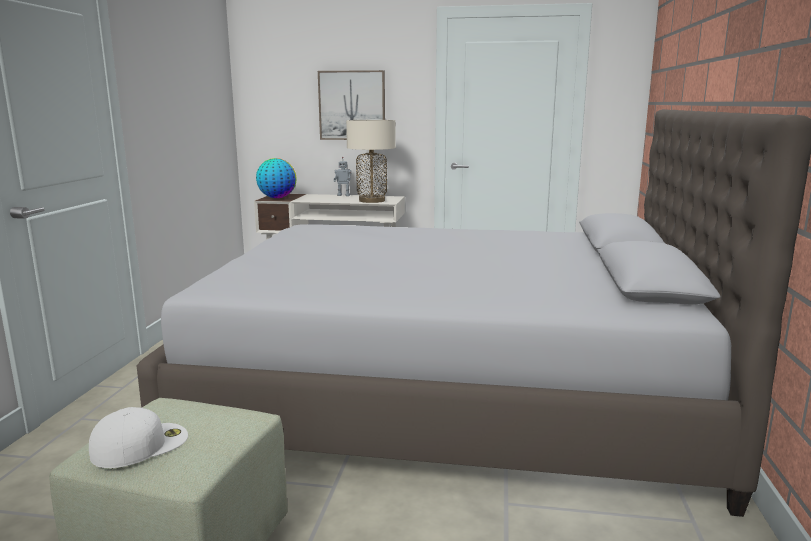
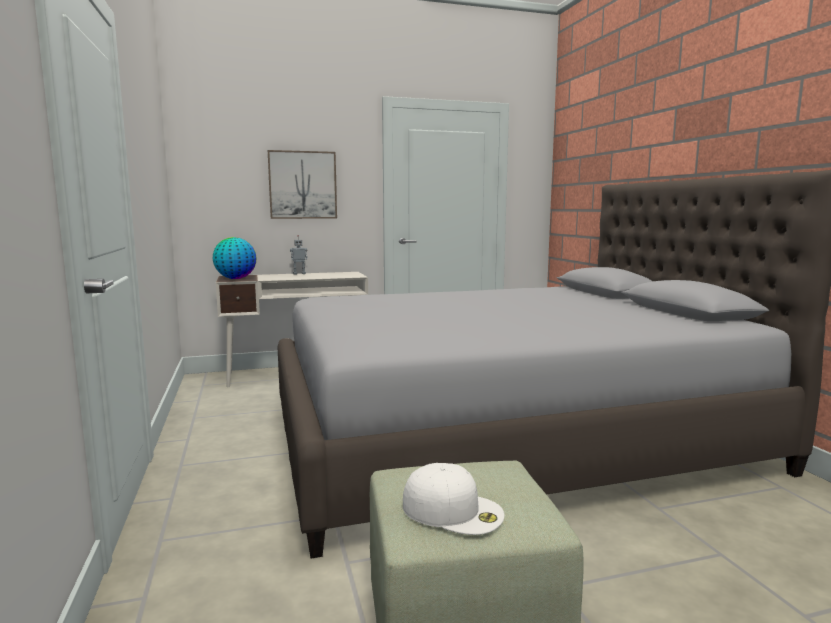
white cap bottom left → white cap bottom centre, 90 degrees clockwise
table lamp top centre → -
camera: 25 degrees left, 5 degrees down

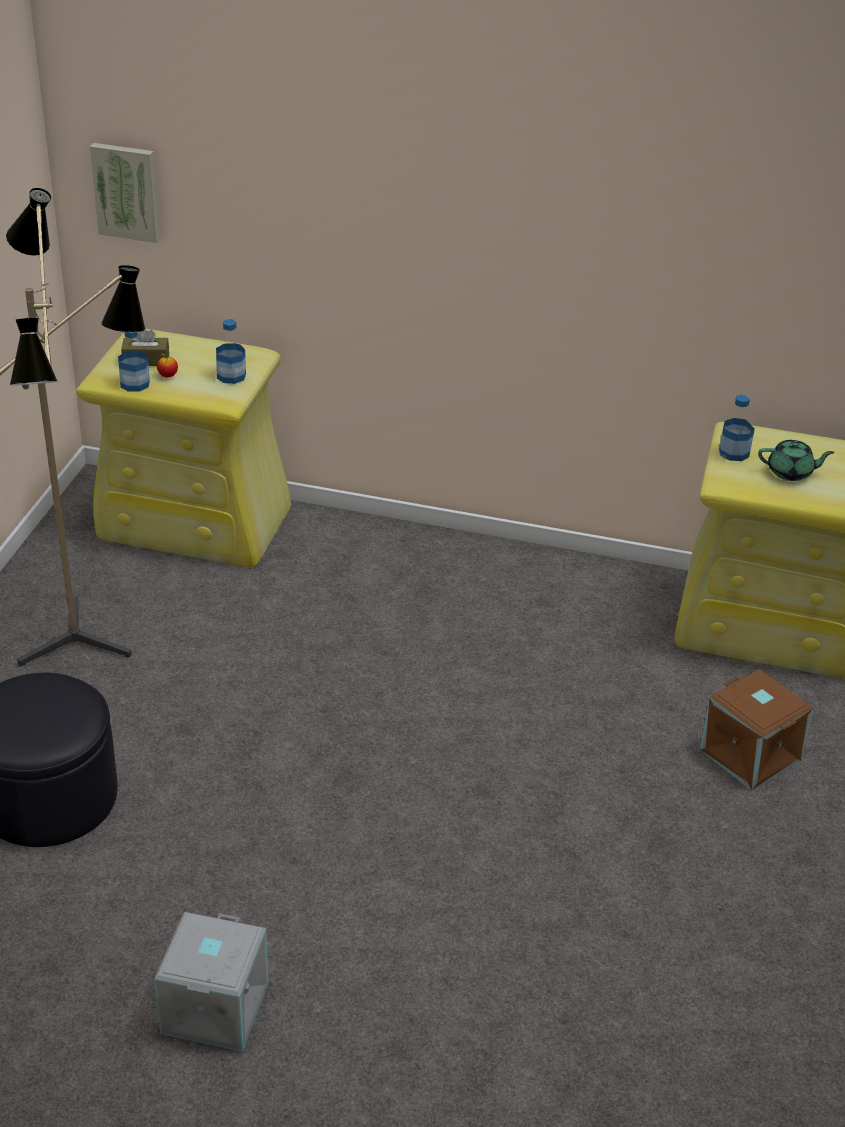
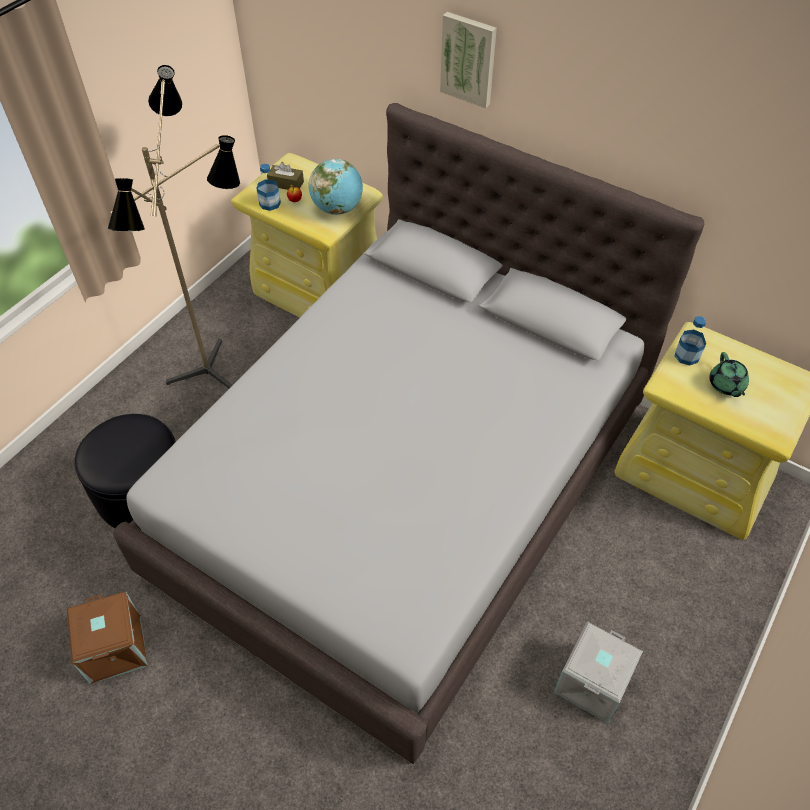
picture top left → picture top centre, relocated
grey storage box bottom left → grey storage box bottom right, relocated
bottle (no. 2 from left) top left → globe top centre
brown storage box middle right → brown storage box bottom left, relocated
green teapot middle right, 60 degrees clockwise
- → grey bed centre
camera: 20 degrees right, 15 degrees up

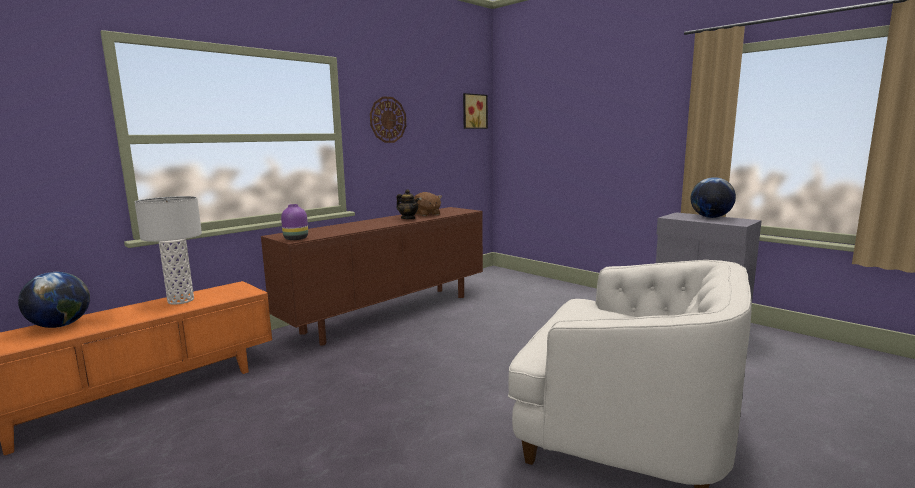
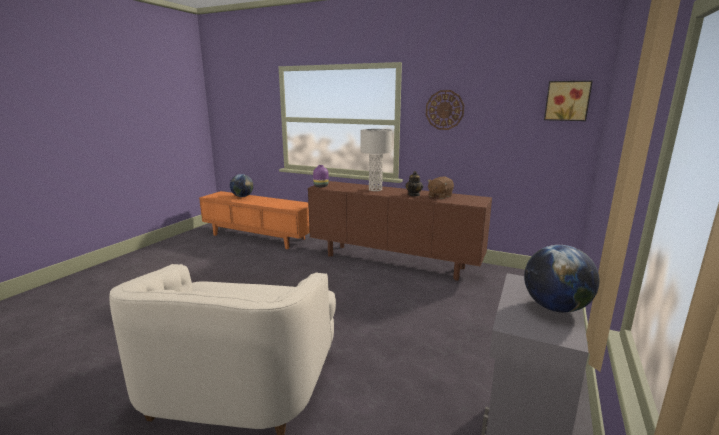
white table lamp middle left → white table lamp centre, relocated
camera: 70 degrees right, 5 degrees up

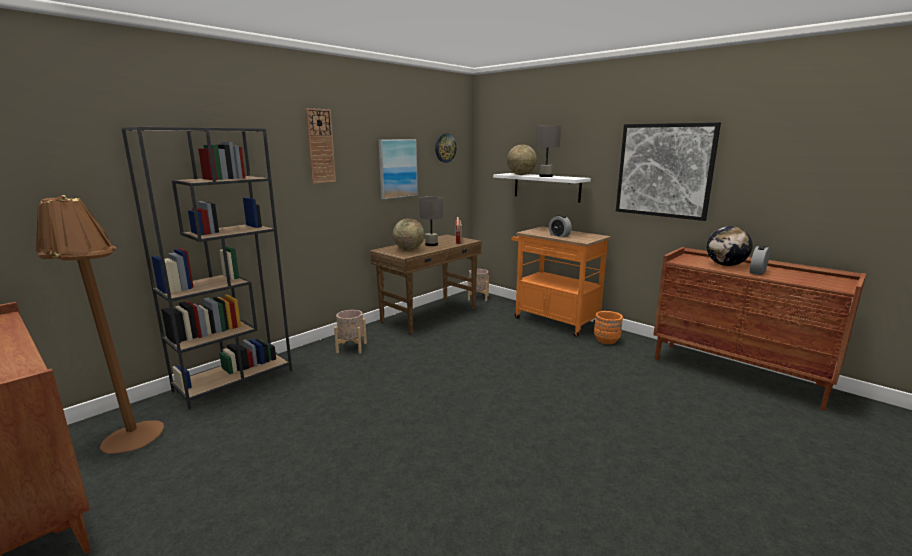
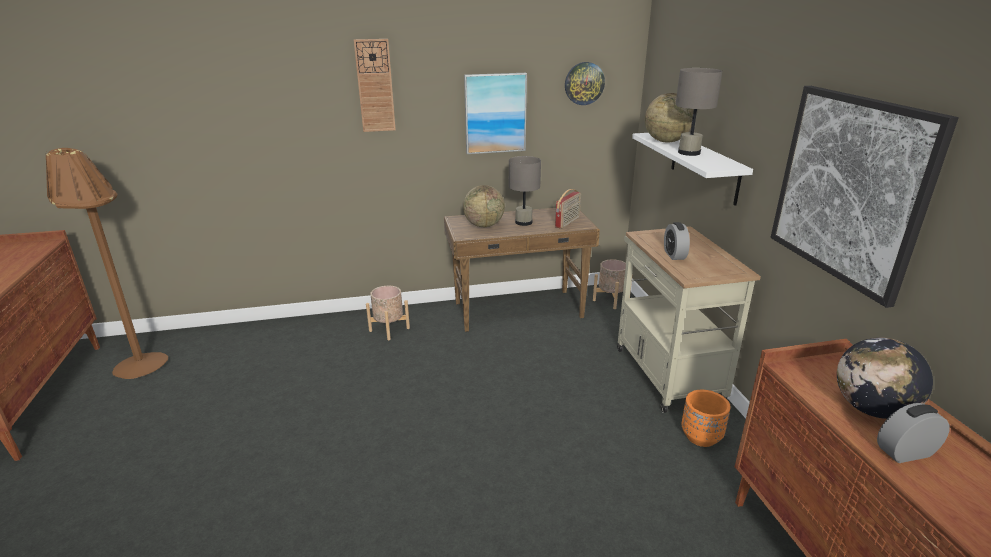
bookcase middle left → -
orange cart centre → beige cart middle right
camera: 35 degrees right, 10 degrees up

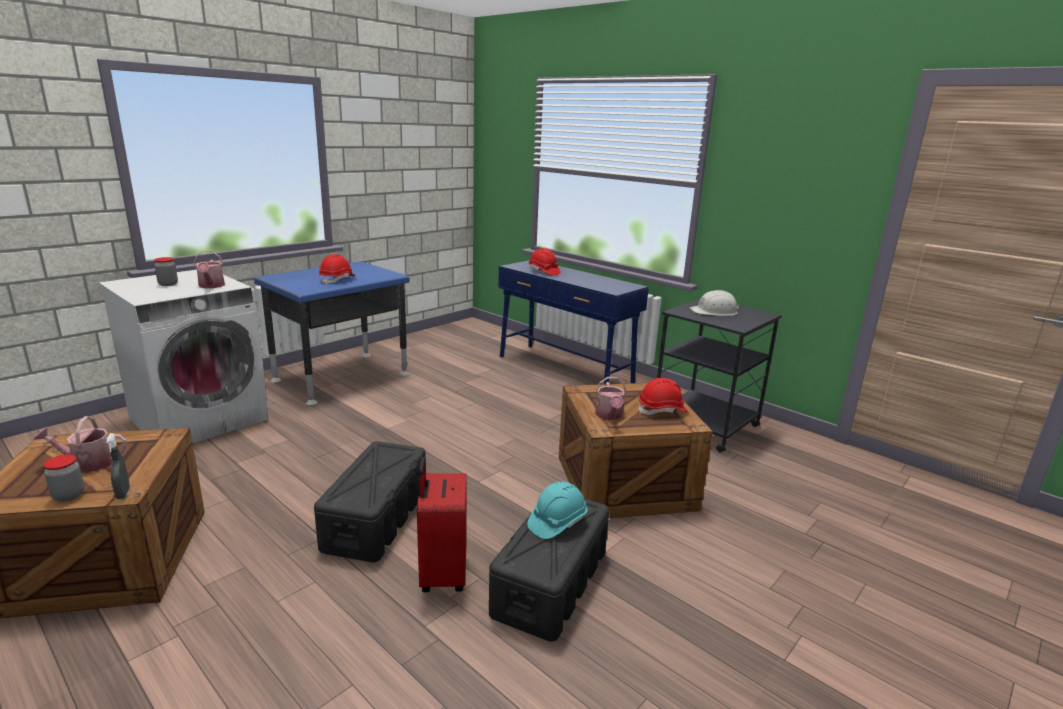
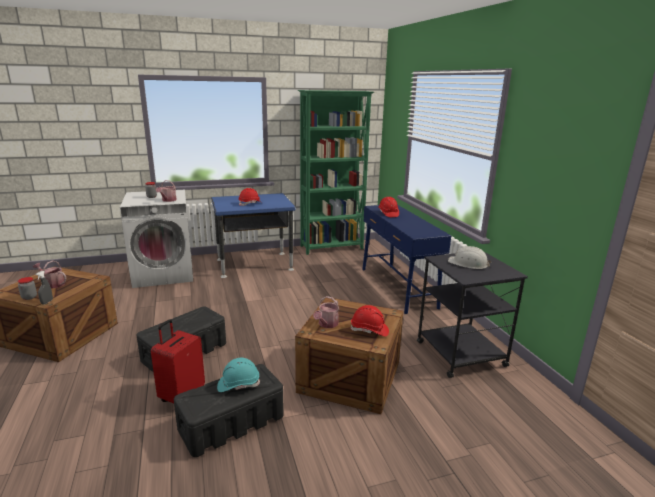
- → green bookcase centre
camera: 30 degrees right, 0 degrees up

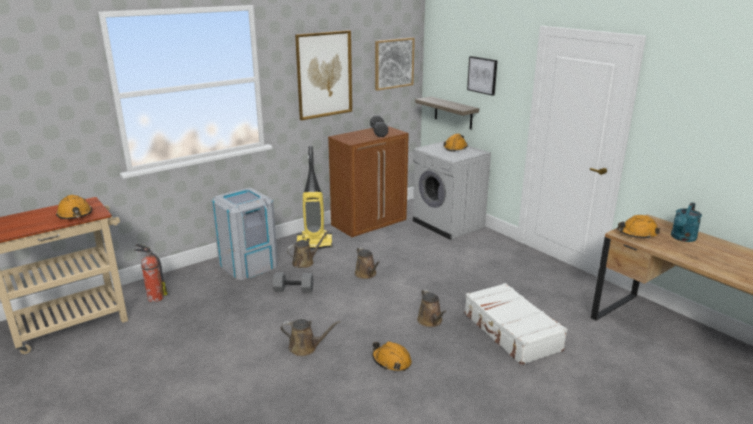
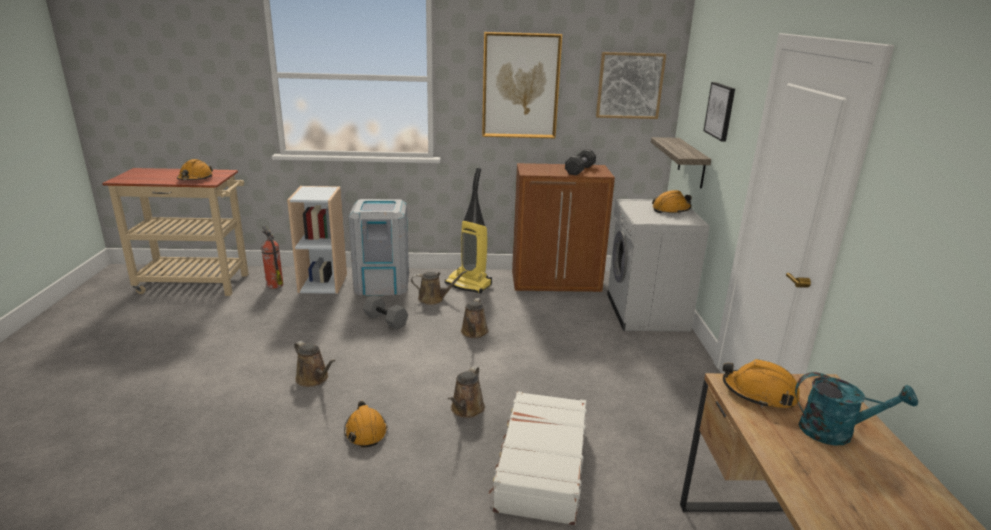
turquoise watering can middle right → turquoise watering can bottom right, 150 degrees counterclockwise
- → bookcase middle left
camera: 35 degrees right, 0 degrees up

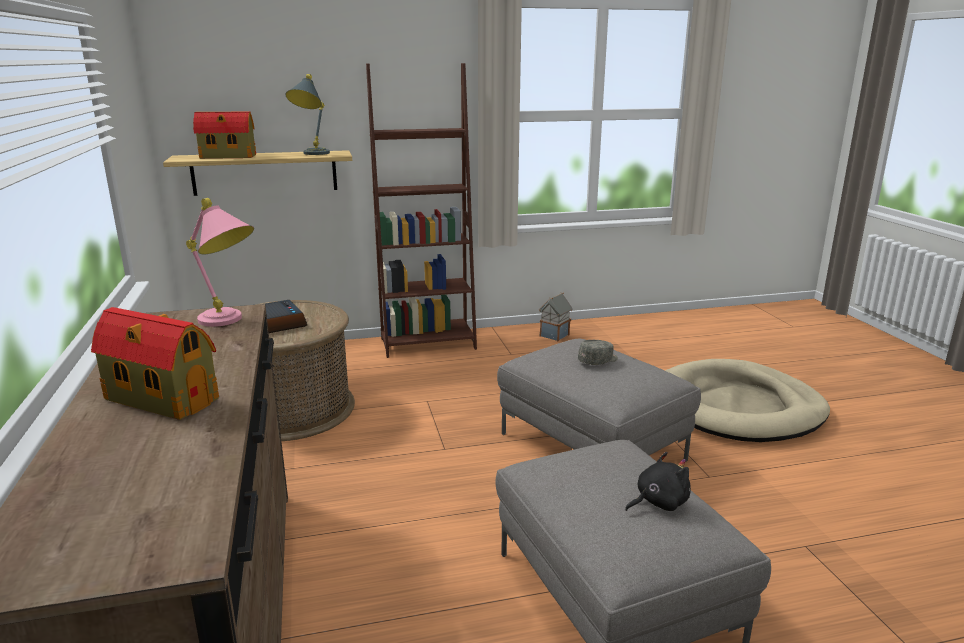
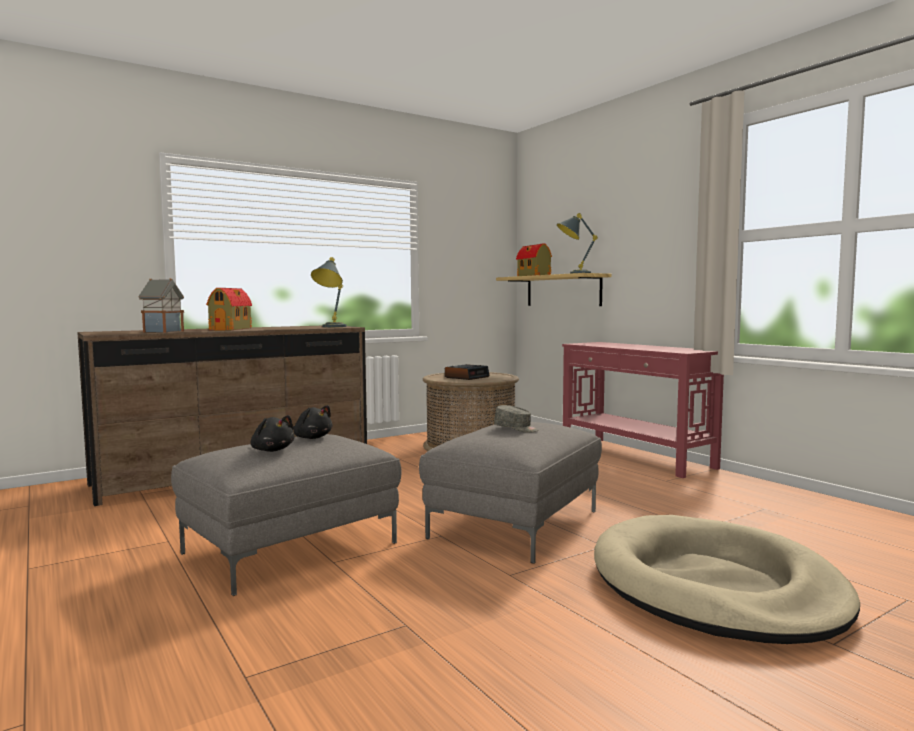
pink table lamp middle left → grey table lamp (no. 1 from left) centre
brown bookcase top centre → red console table middle right
toy house (no. 3 from left in the first image) centre → toy house (no. 1 from left) middle left, relocated
- → black plush toy (no. 2 from left) centre
camera: 70 degrees right, 15 degrees down

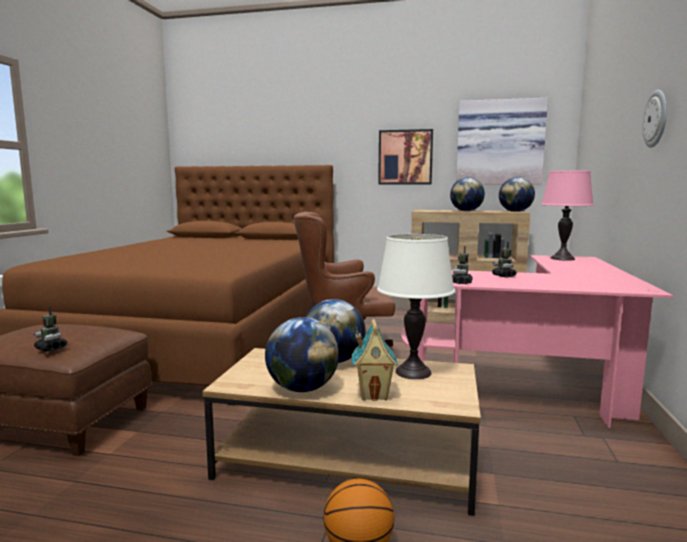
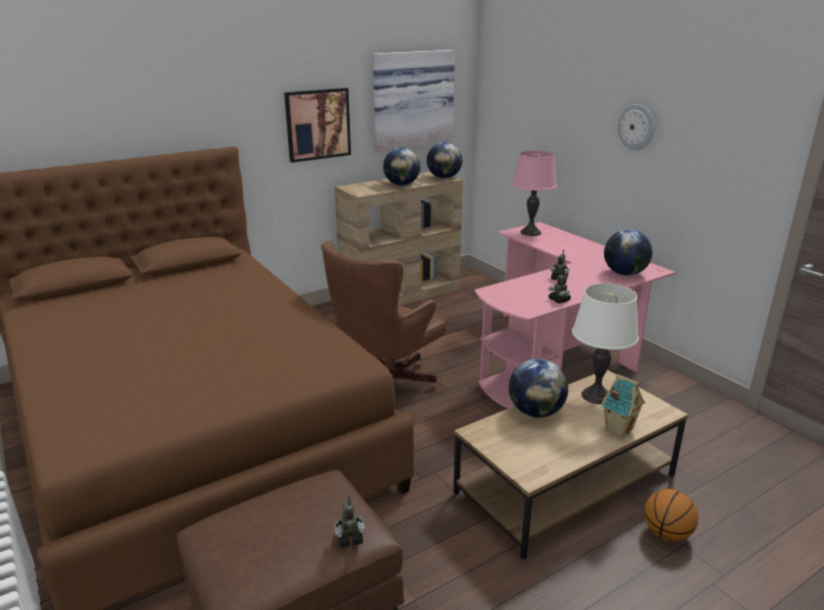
globe (no. 1 from left in the first image) centre → globe (no. 4 from left) middle right, relocated
camera: 45 degrees left, 15 degrees up

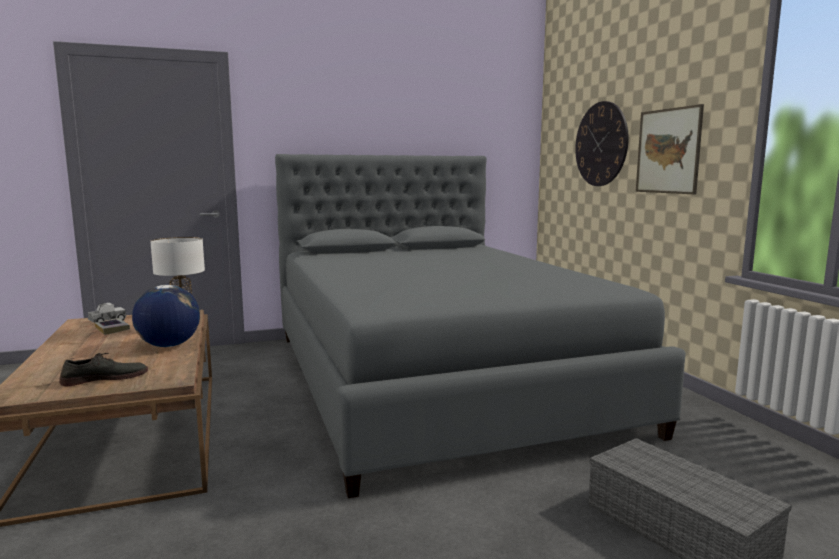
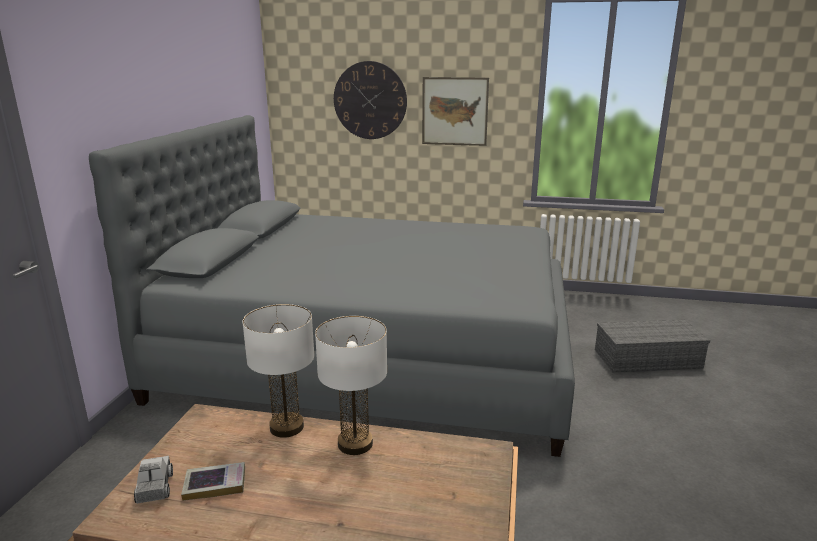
grey shoe middle left → -
globe middle left → table lamp (no. 2 from left) bottom centre
camera: 60 degrees left, 10 degrees up

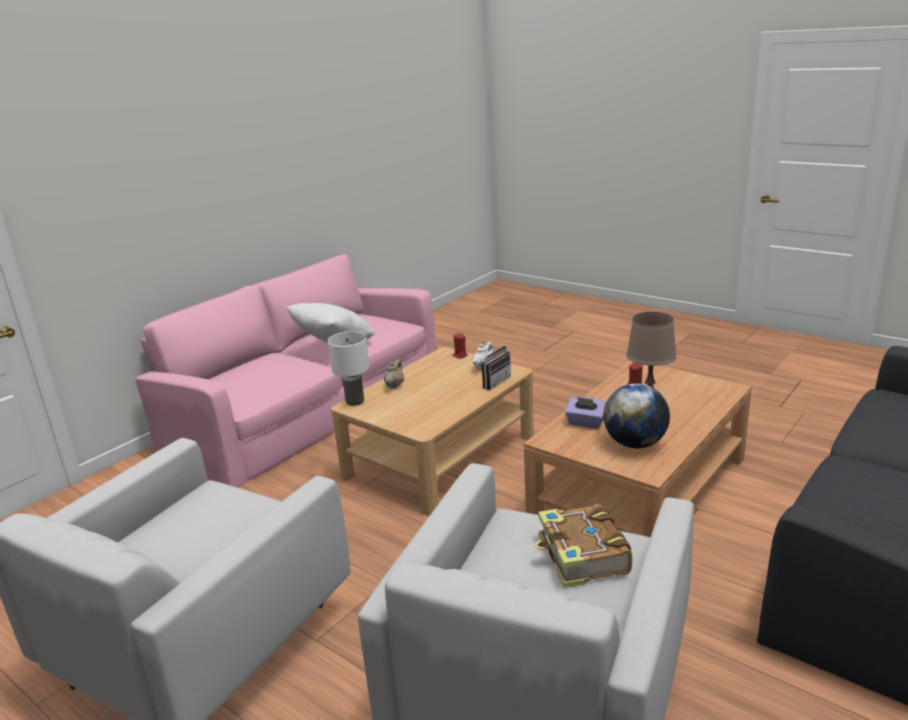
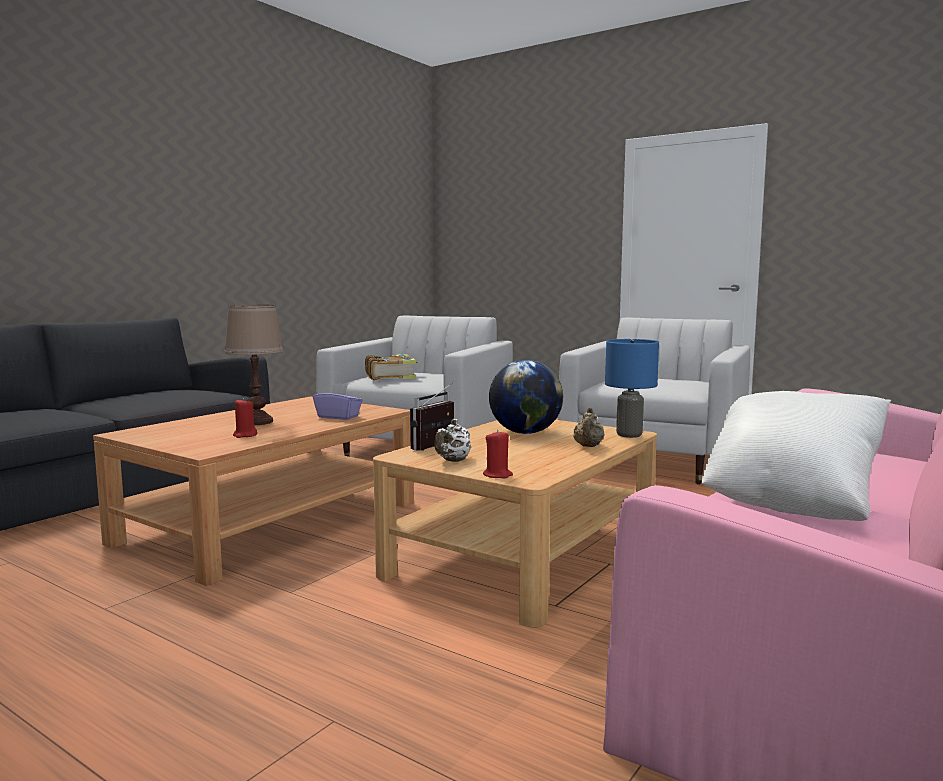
white table lamp centre → blue table lamp middle right
globe middle right → globe centre, relocated
camera: 175 degrees right, 15 degrees down

